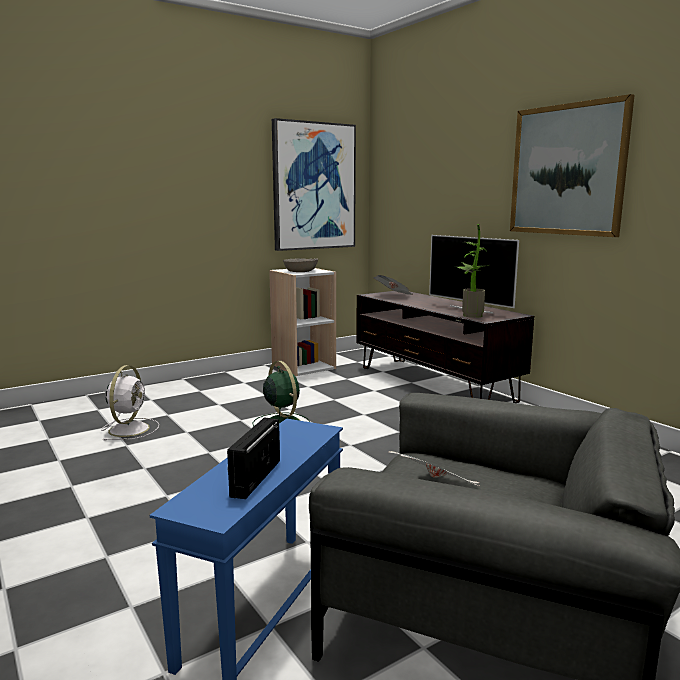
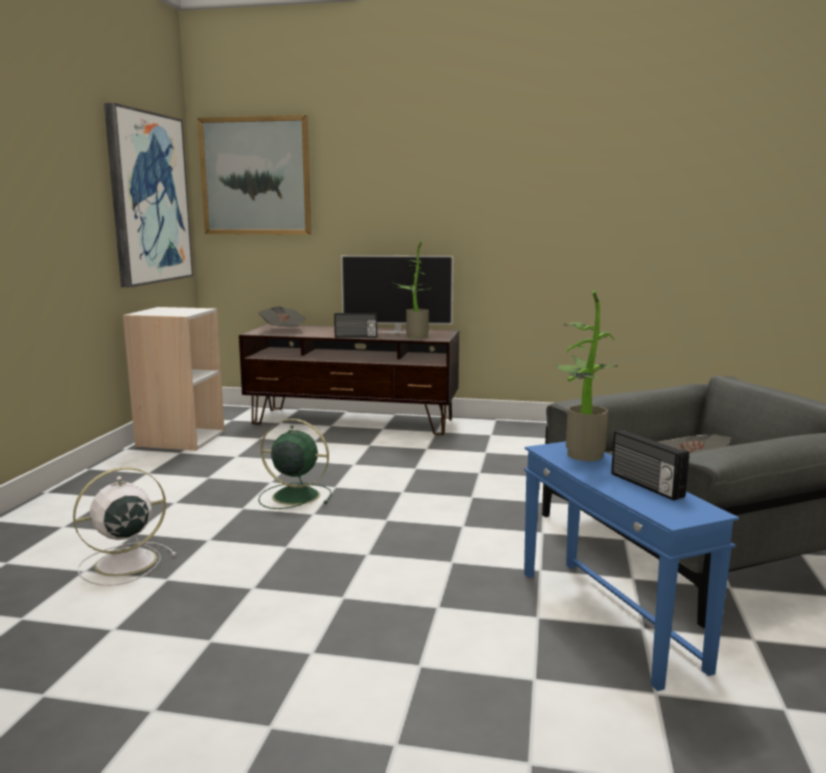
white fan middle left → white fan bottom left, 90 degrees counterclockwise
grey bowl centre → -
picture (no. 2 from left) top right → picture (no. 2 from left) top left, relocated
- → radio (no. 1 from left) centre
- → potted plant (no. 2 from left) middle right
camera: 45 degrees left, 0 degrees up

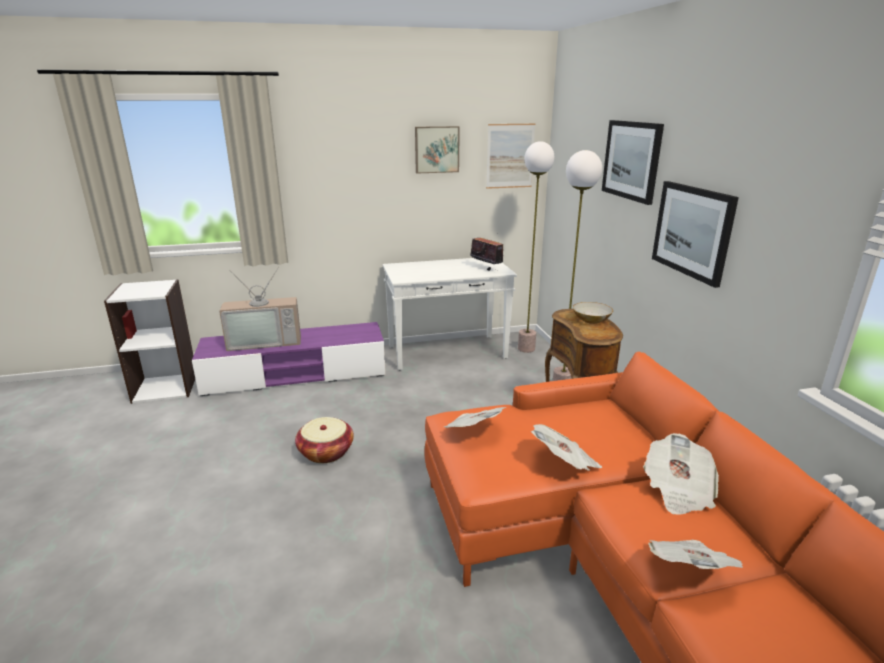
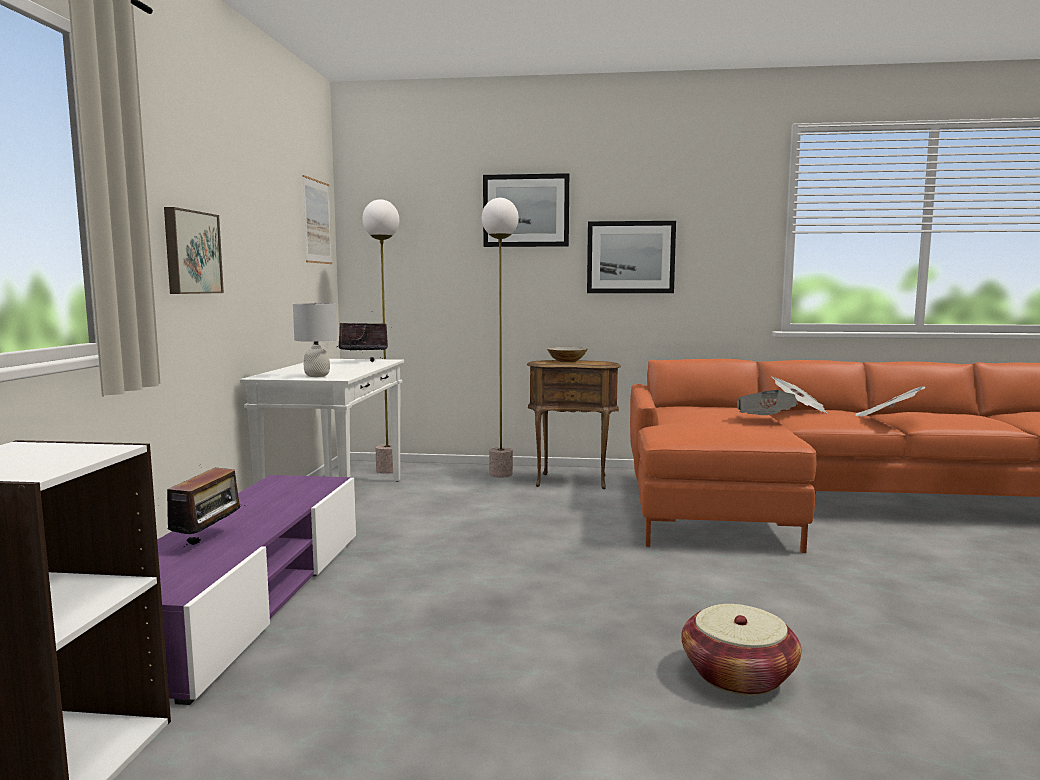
television middle left → radio (no. 1 from left) middle left
basket centre → basket bottom right, relocated
picture (no. 1 from left) top centre → picture (no. 1 from left) top left, relocated
newspaper (no. 1 from left) centre → -
- → grey table lamp middle left
camera: 70 degrees left, 15 degrees down

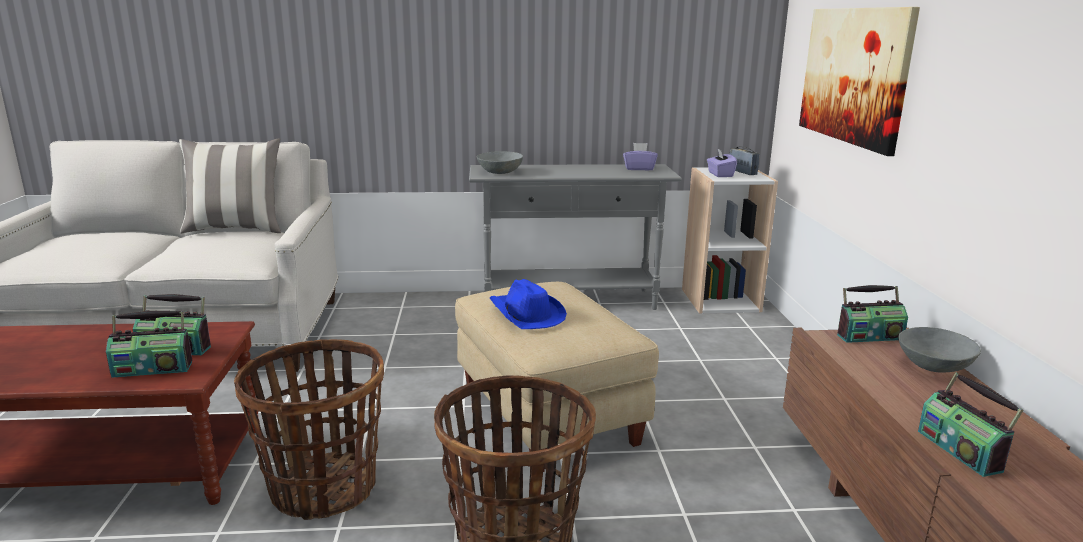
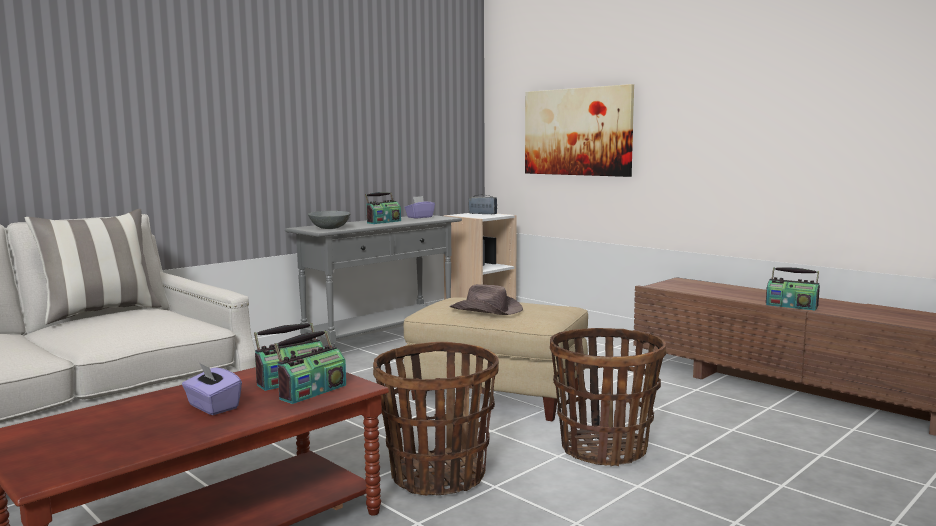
blue hat centre → brown hat centre
purple tissue box (no. 2 from left in the first image) top right → purple tissue box (no. 1 from left) bottom left, relocated
radio (no. 4 from left in the first image) middle right → radio (no. 3 from left) centre, relocated
grey bowl (no. 2 from left) middle right → -
camera: 40 degrees left, 10 degrees down

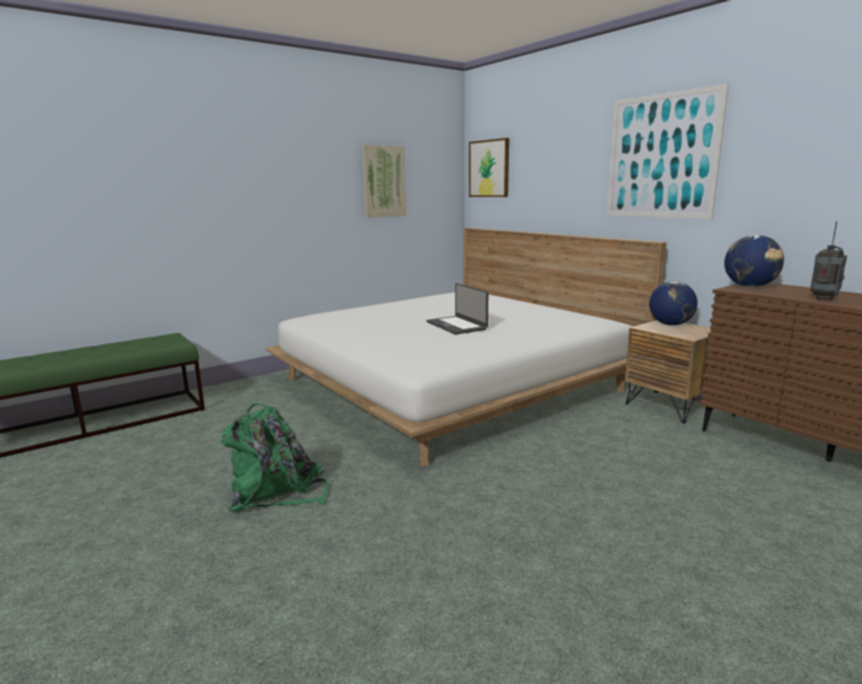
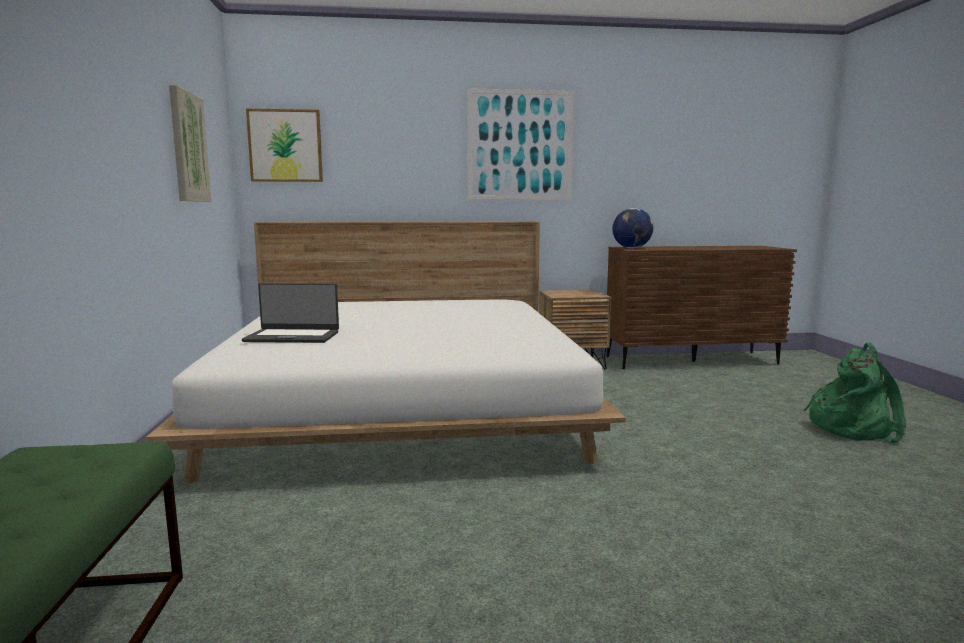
green backpack bottom left → green backpack middle right, relocated
laptop centre → laptop middle left, relocated
globe (no. 1 from left) middle right → -
radio middle right → -
camera: 60 degrees left, 5 degrees down

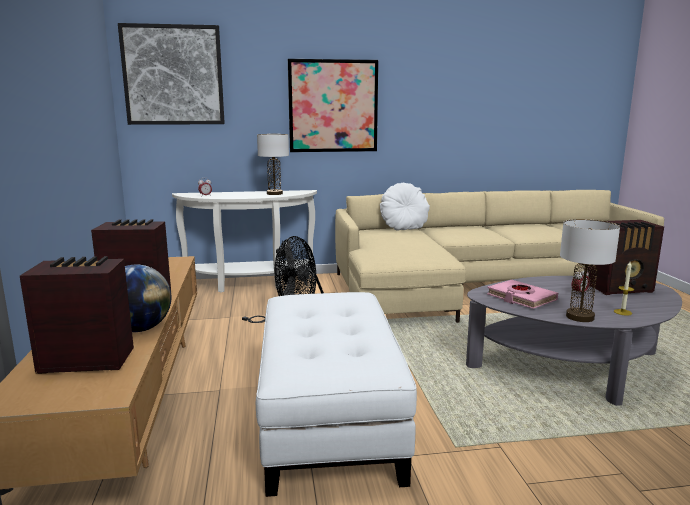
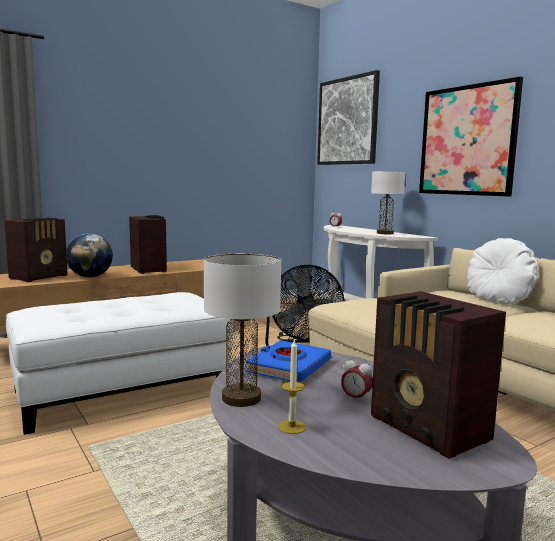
radio (no. 1 from left) middle left, 60 degrees clockwise
pink book middle right → blue book bottom centre
camera: 65 degrees right, 5 degrees down

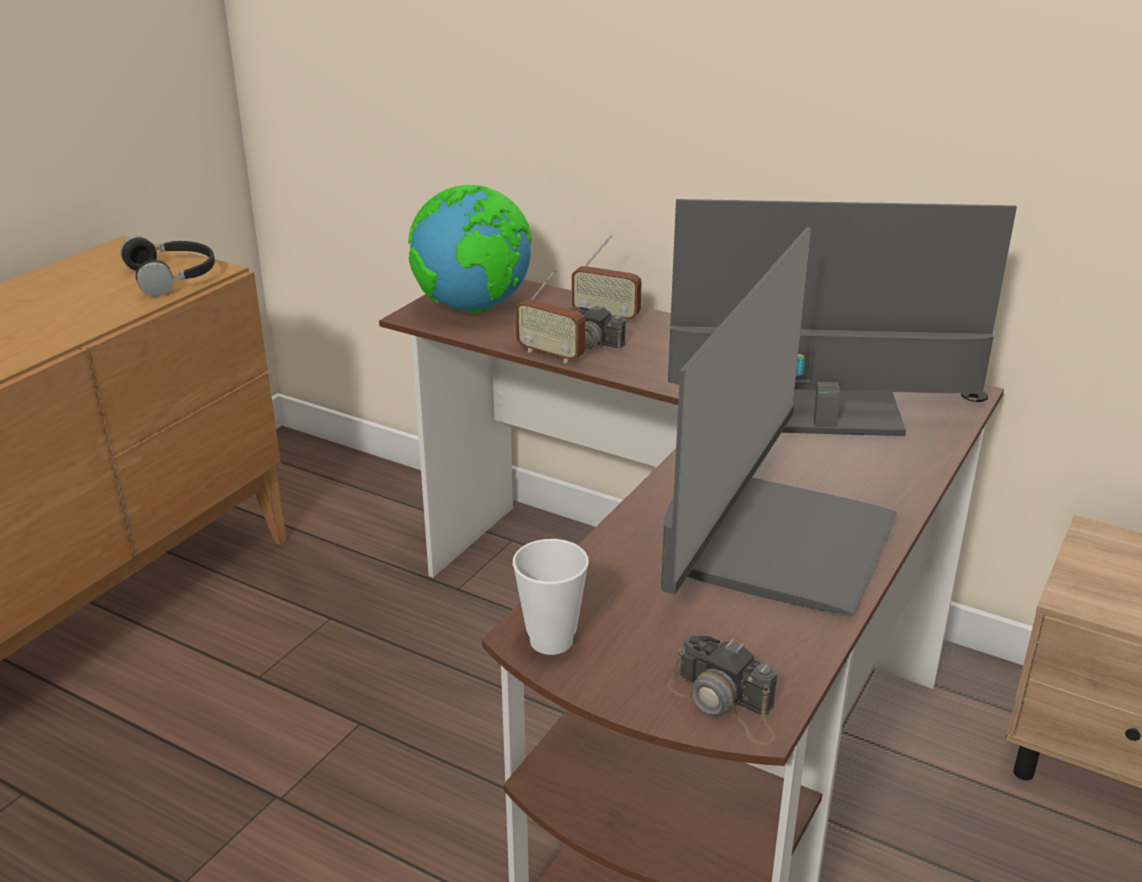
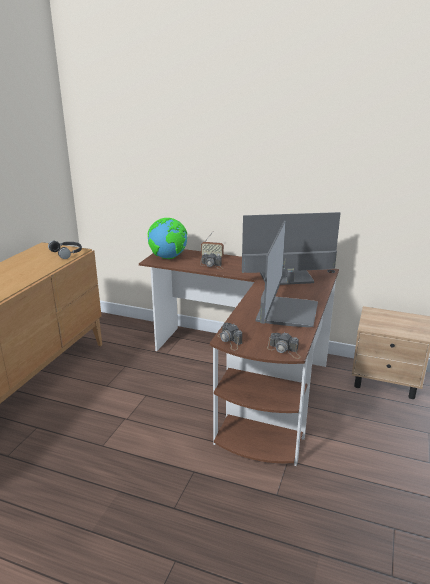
cup bottom centre → photo camera (no. 2 from left) centre
radio (no. 1 from left) centre → -
camera: 10 degrees left, 5 degrees down

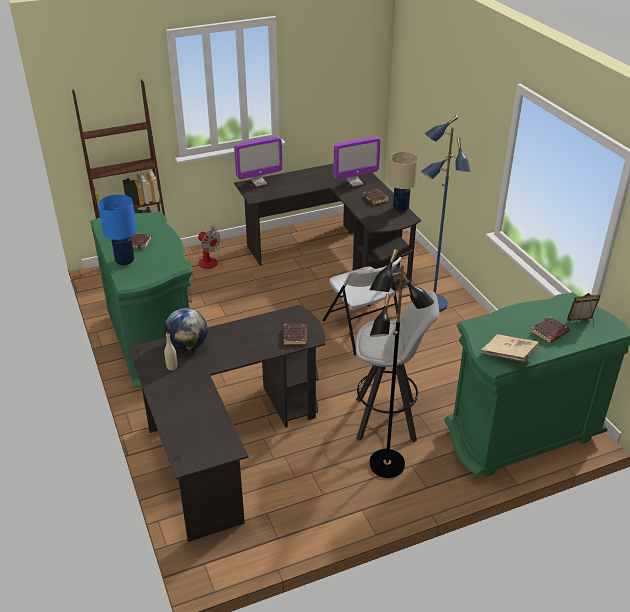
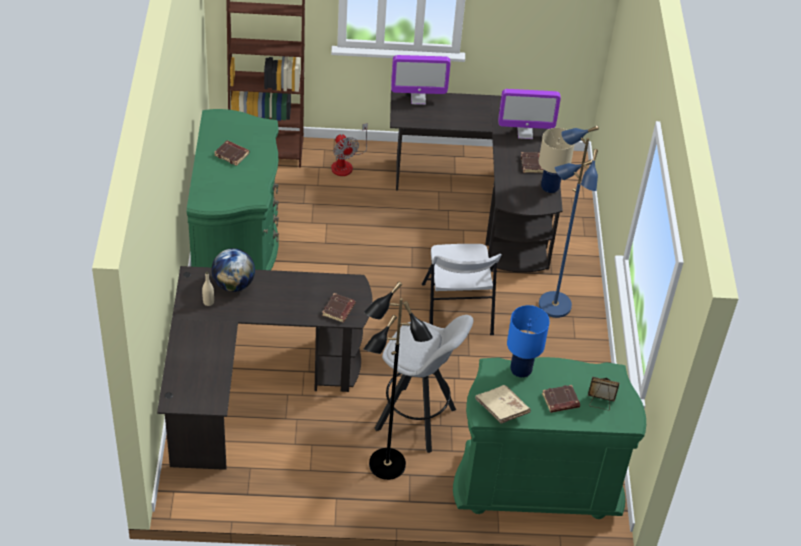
blue table lamp middle left → blue table lamp centre, relocated
camera: 20 degrees right, 10 degrees up

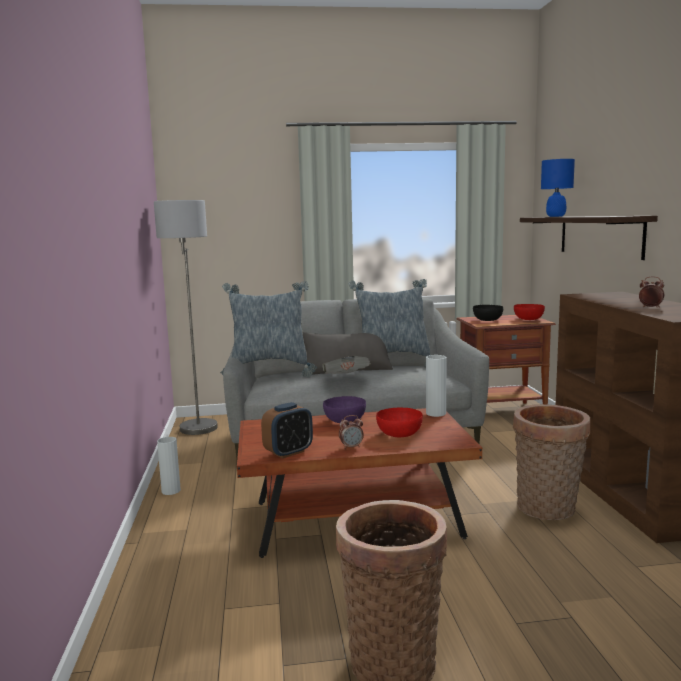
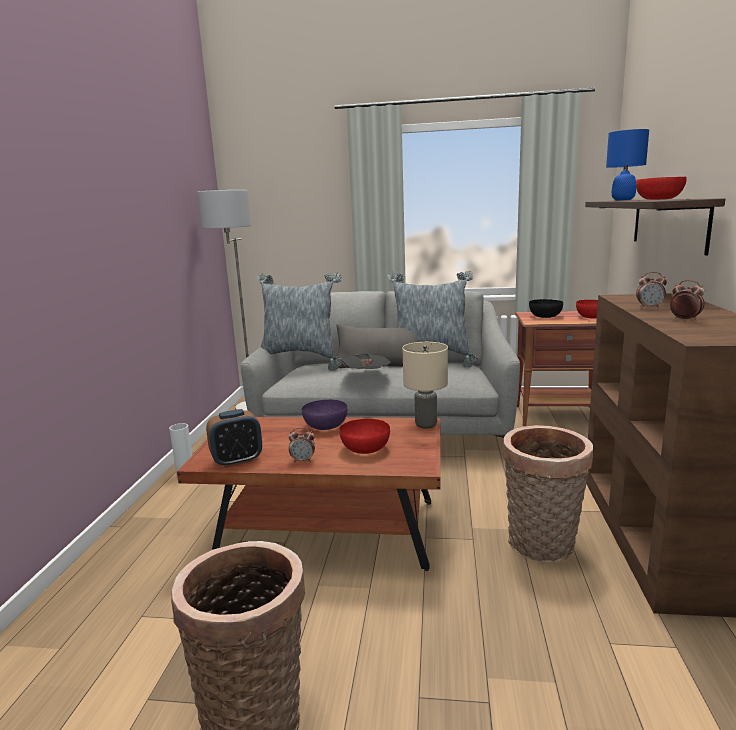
white vase (no. 2 from left) centre → beige table lamp centre
- → red bowl (no. 3 from left) top right
- → alarm clock (no. 3 from left) middle right
camera: 15 degrees right, 5 degrees up

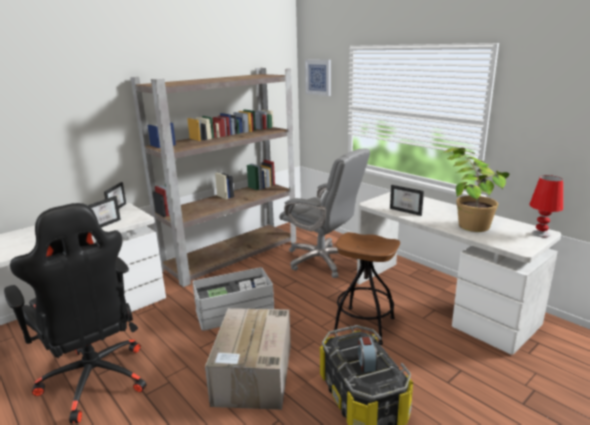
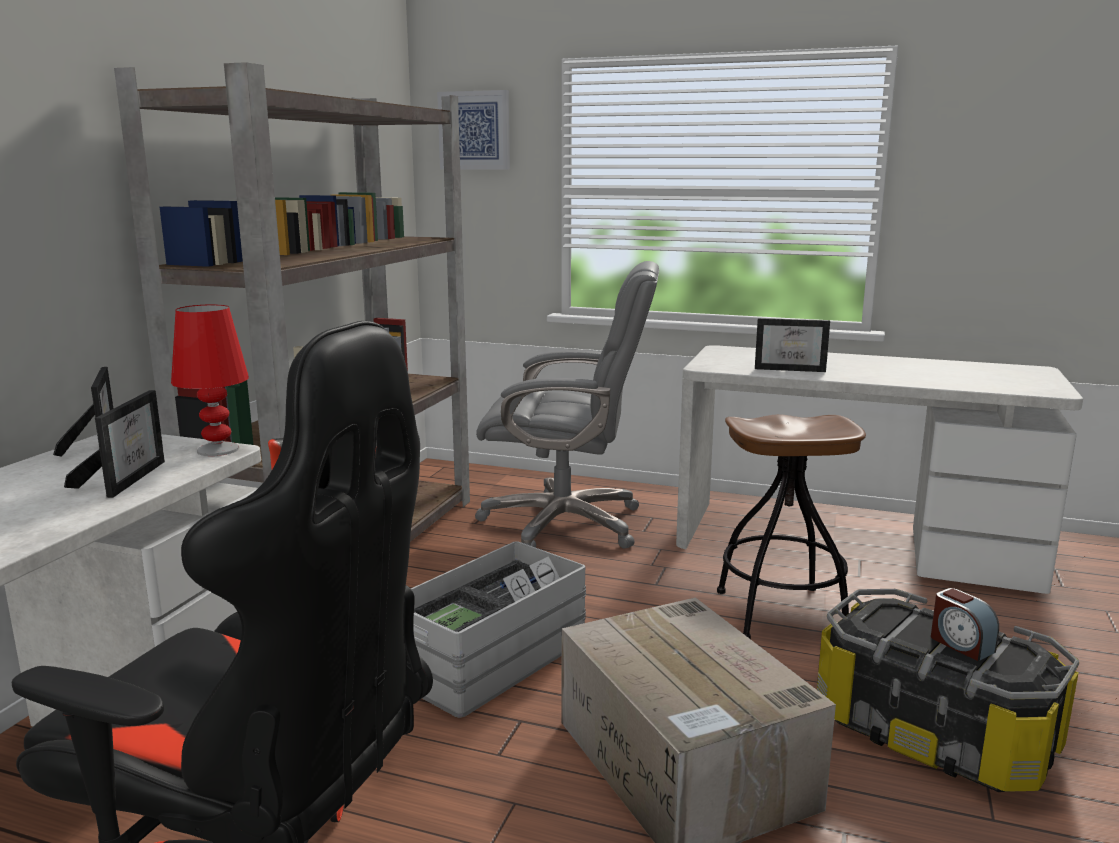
potted plant middle right → -
red table lamp middle right → red table lamp middle left, relocated
camera: 30 degrees left, 5 degrees down

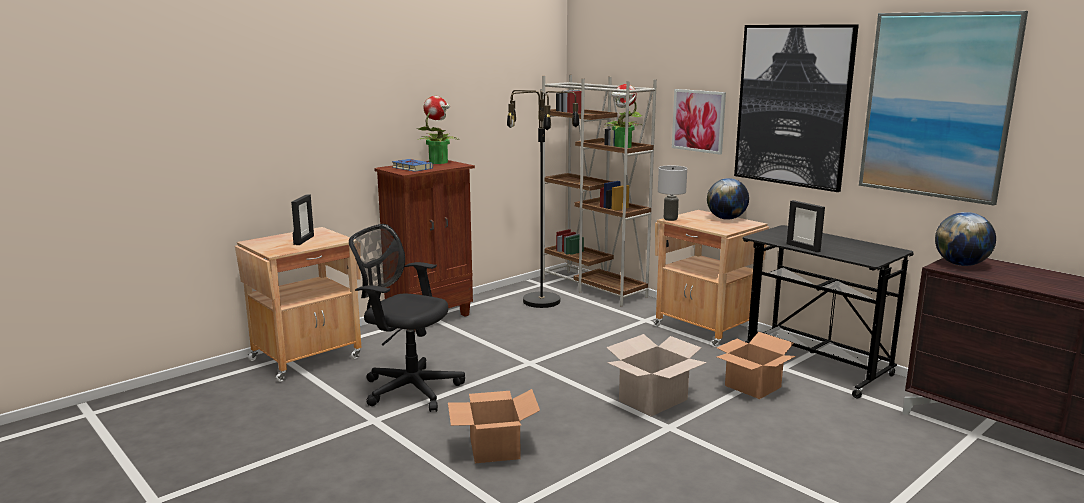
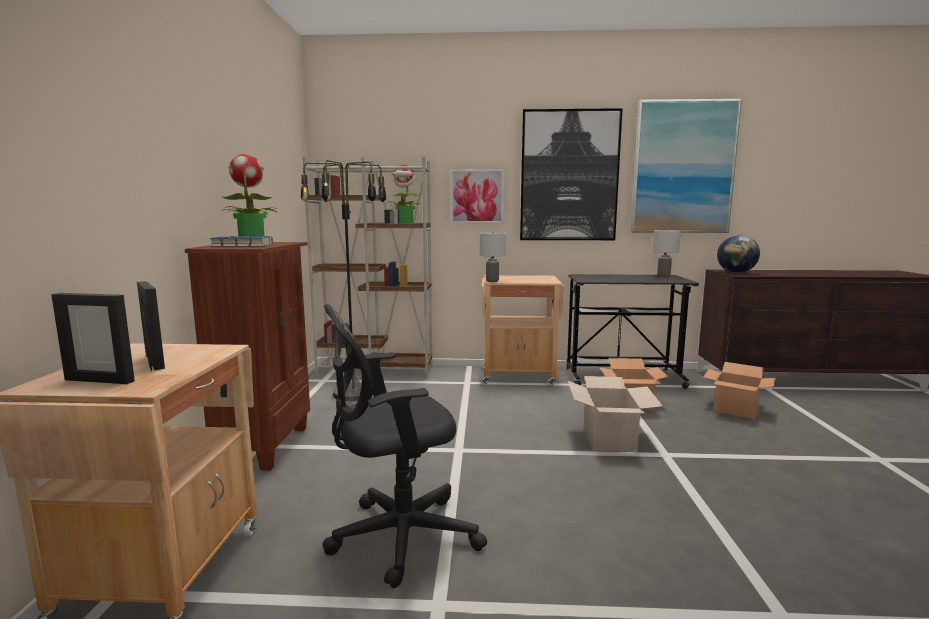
cardboard box (no. 1 from left in the first image) bottom centre → cardboard box (no. 3 from left) middle right, relocated
globe (no. 1 from left) middle right → -
picture frame (no. 2 from left in the first image) middle right → picture frame (no. 1 from left) middle left, relocated
- → white table lamp (no. 2 from left) middle right
camera: 45 degrees left, 5 degrees down

